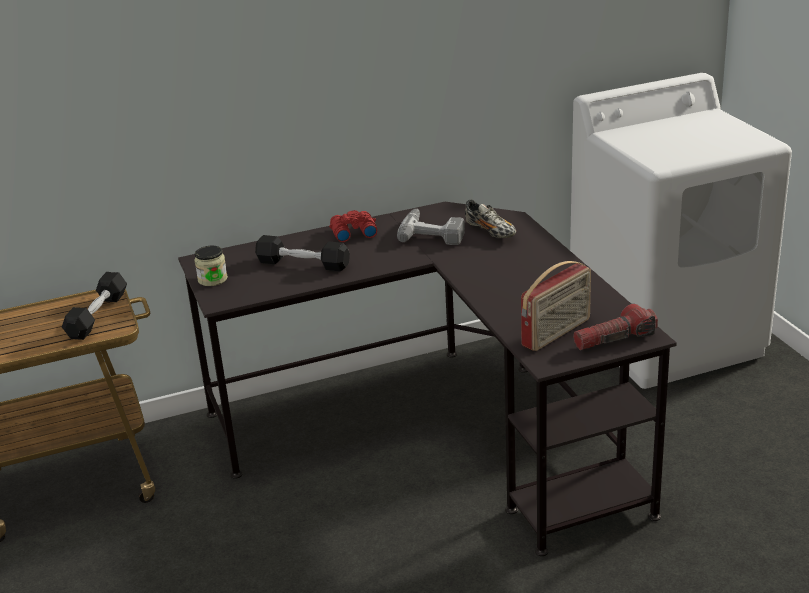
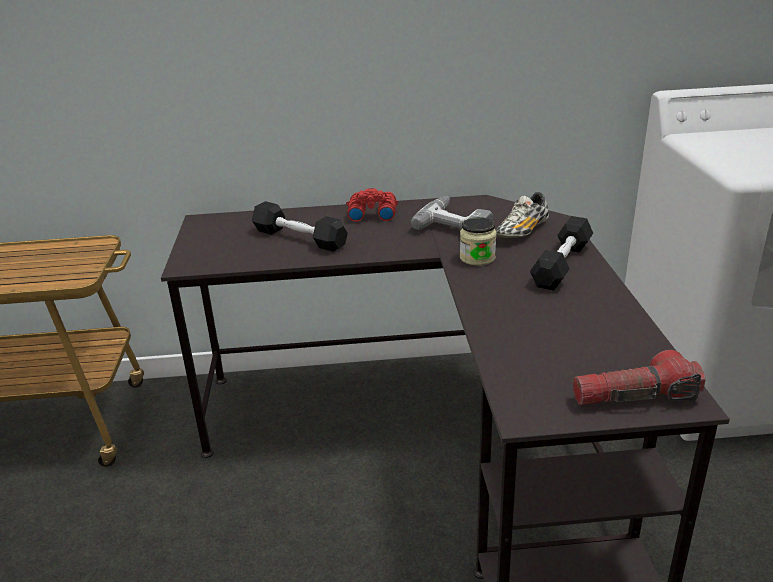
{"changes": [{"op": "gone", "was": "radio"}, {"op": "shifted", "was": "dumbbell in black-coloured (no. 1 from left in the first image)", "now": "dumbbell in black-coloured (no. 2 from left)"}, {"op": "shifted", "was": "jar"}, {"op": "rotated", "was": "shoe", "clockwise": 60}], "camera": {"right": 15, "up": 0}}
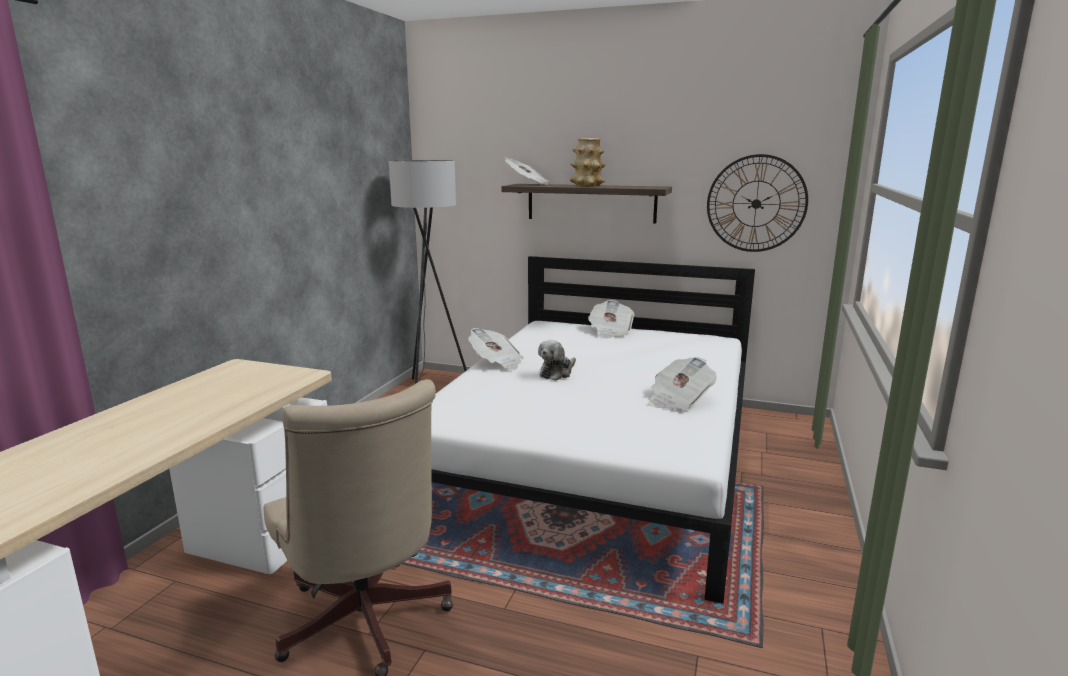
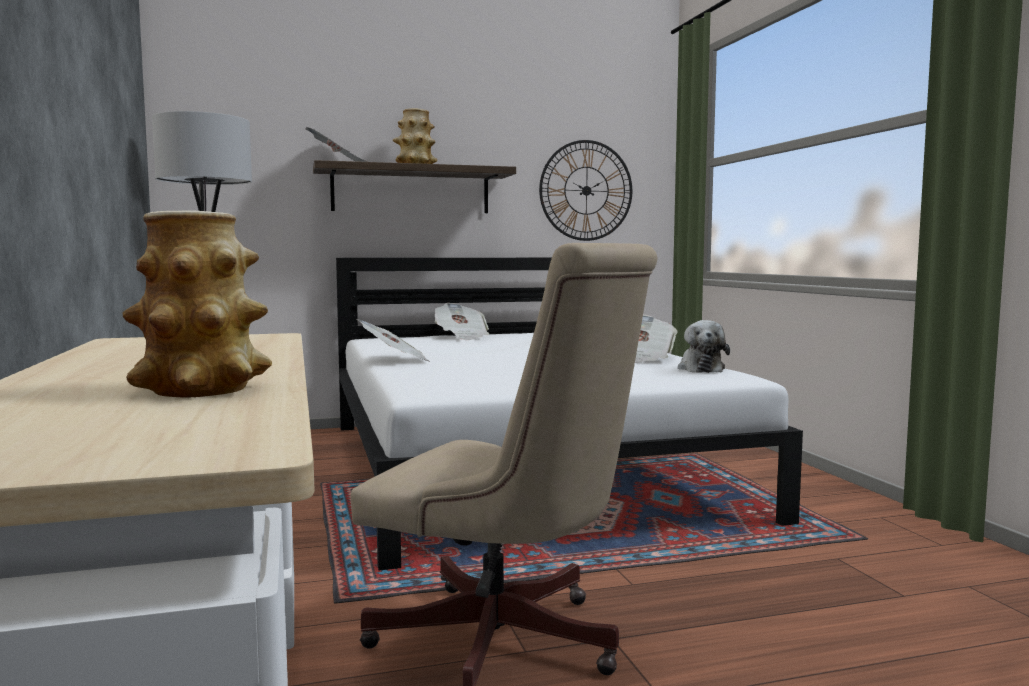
{"changes": [{"op": "new", "now": "vase (no. 1 from left)"}, {"op": "shifted", "was": "soft toy"}], "camera": {"right": -35, "up": -10}}
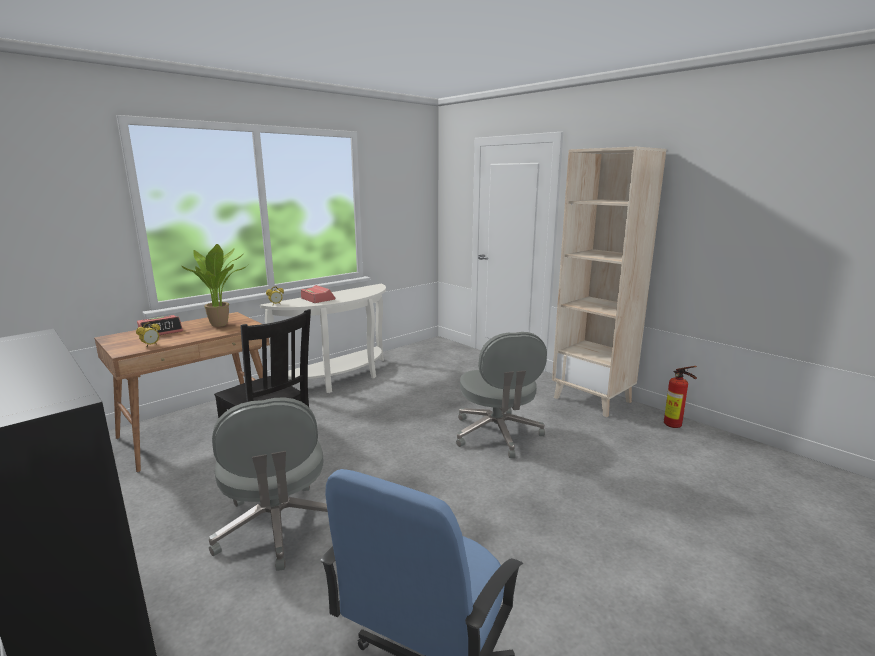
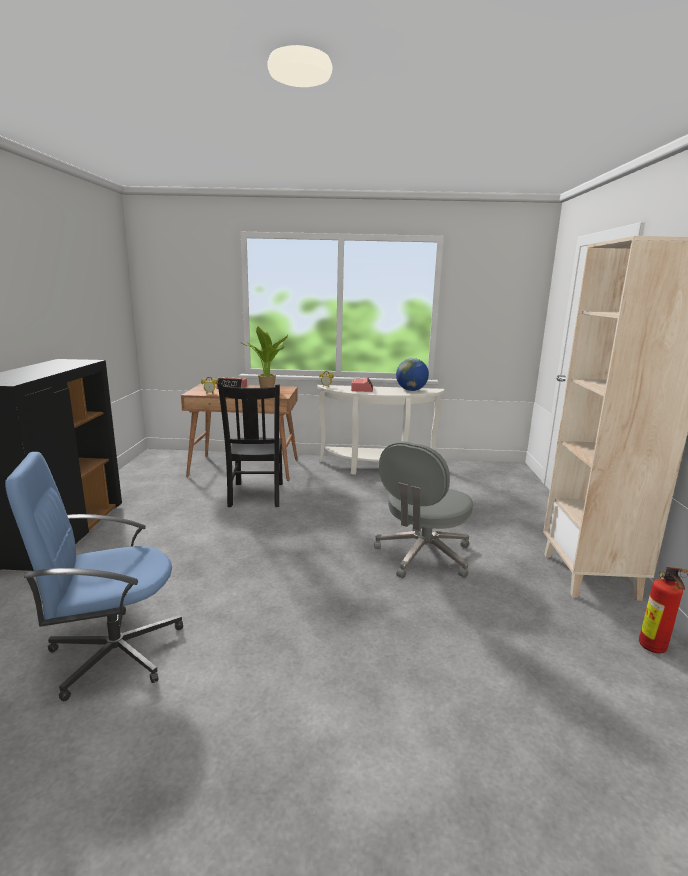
{"changes": [{"op": "gone", "was": "computer chair in gray (no. 1 from left)"}, {"op": "new", "now": "desk globe"}], "camera": {"right": 45, "up": 0}}
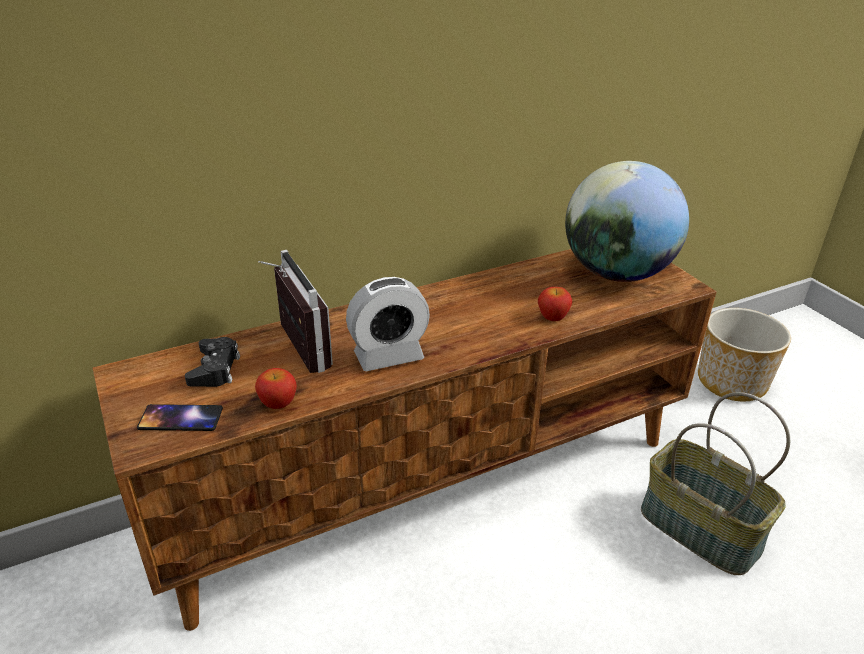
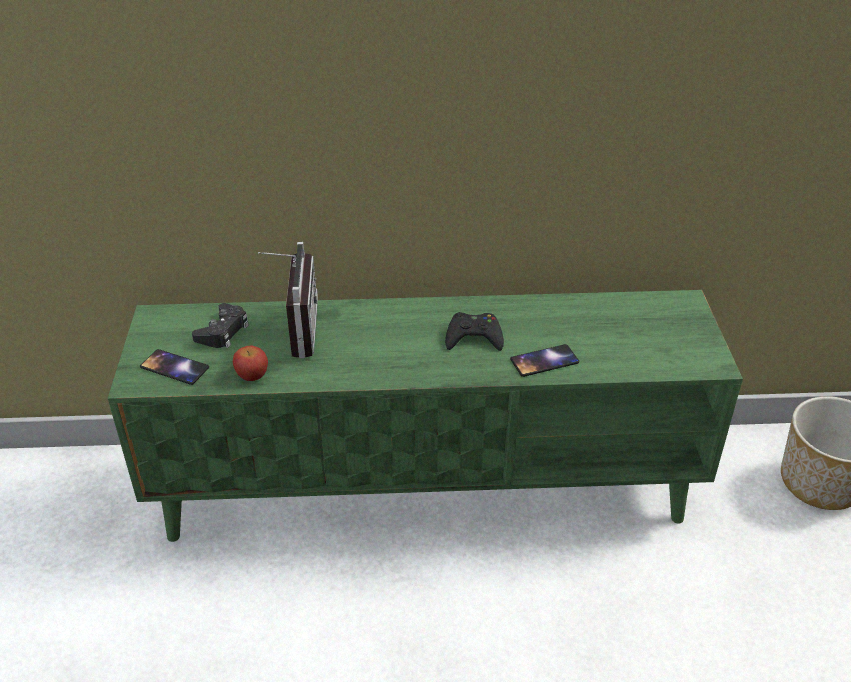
{"changes": [{"op": "gone", "was": "table clock"}, {"op": "gone", "was": "desk globe"}, {"op": "gone", "was": "storage basket"}, {"op": "new", "now": "game controller in black-coloured (no. 2 from left)"}, {"op": "swapped", "was": "apple (no. 2 from left)", "now": "phone (no. 2 from left)"}, {"op": "repainted", "was": "tv stand in brown", "now": "tv stand in greenish"}], "camera": {"right": 25, "up": 5}}
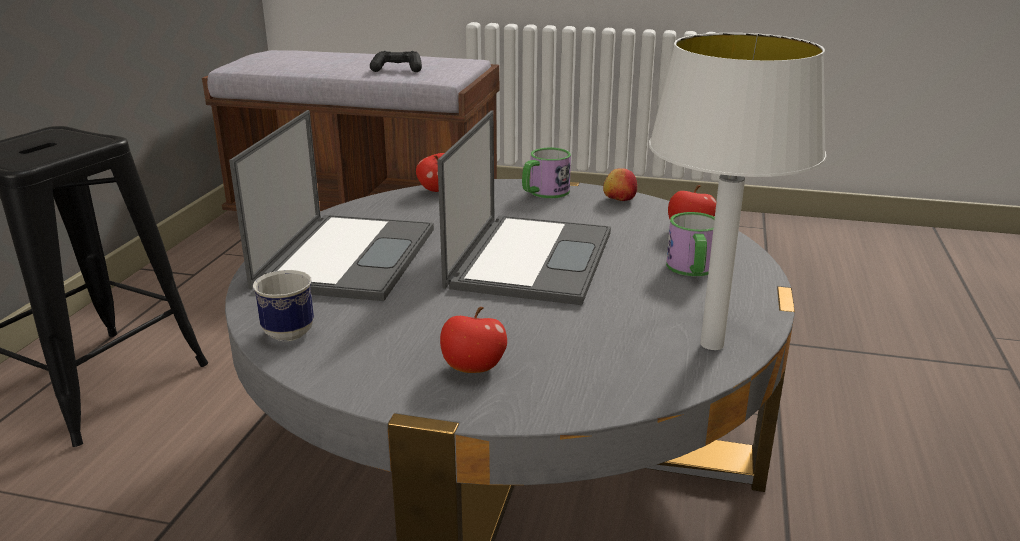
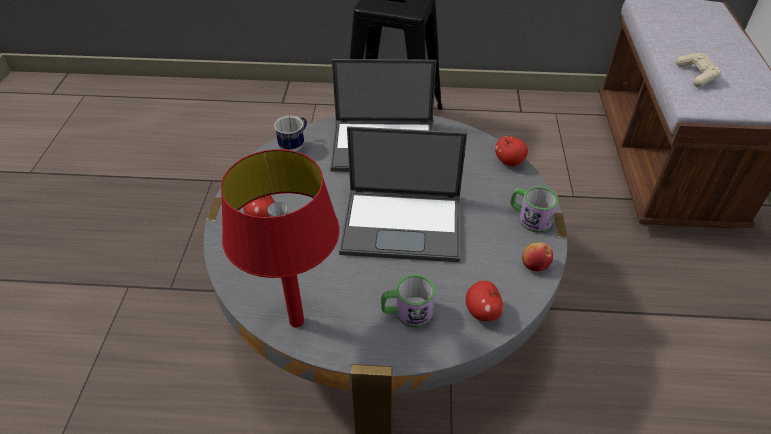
{"changes": [{"op": "repainted", "was": "game controller in black-coloured", "now": "game controller in beige"}, {"op": "repainted", "was": "tabletop lamp in white-coloured", "now": "tabletop lamp in red"}], "camera": {"right": 80, "up": 20}}
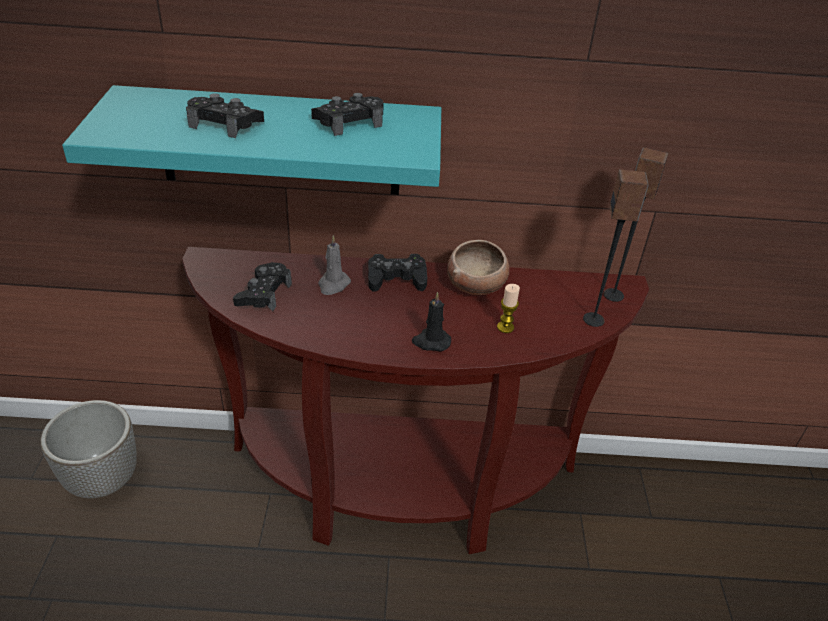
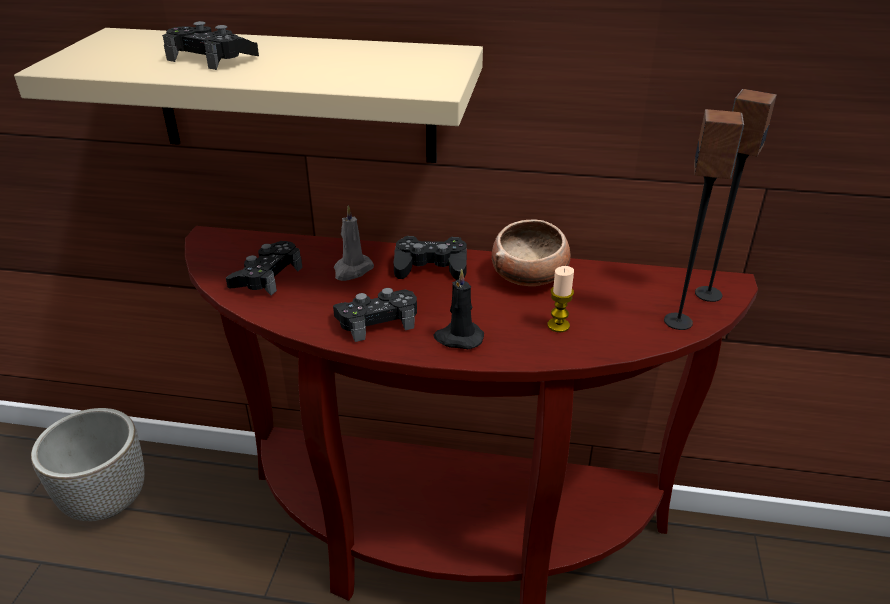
{"changes": [{"op": "shifted", "was": "game controller in black-coloured (no. 3 from left)"}, {"op": "repainted", "was": "shelf in turquoise", "now": "shelf in beige"}], "camera": {"right": 10, "up": -5}}
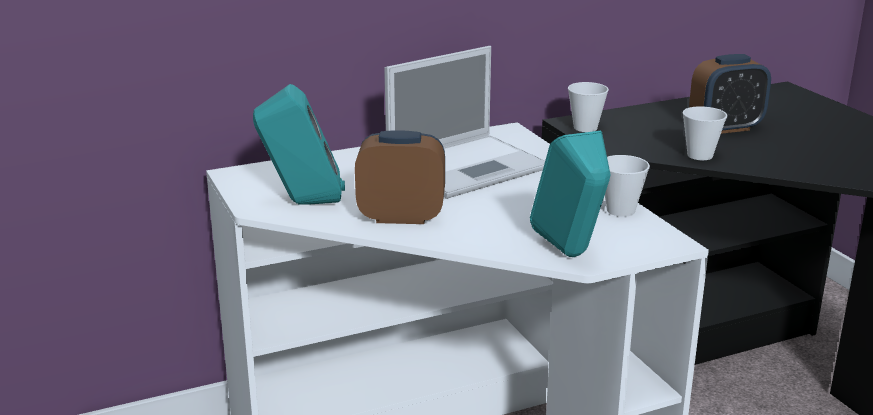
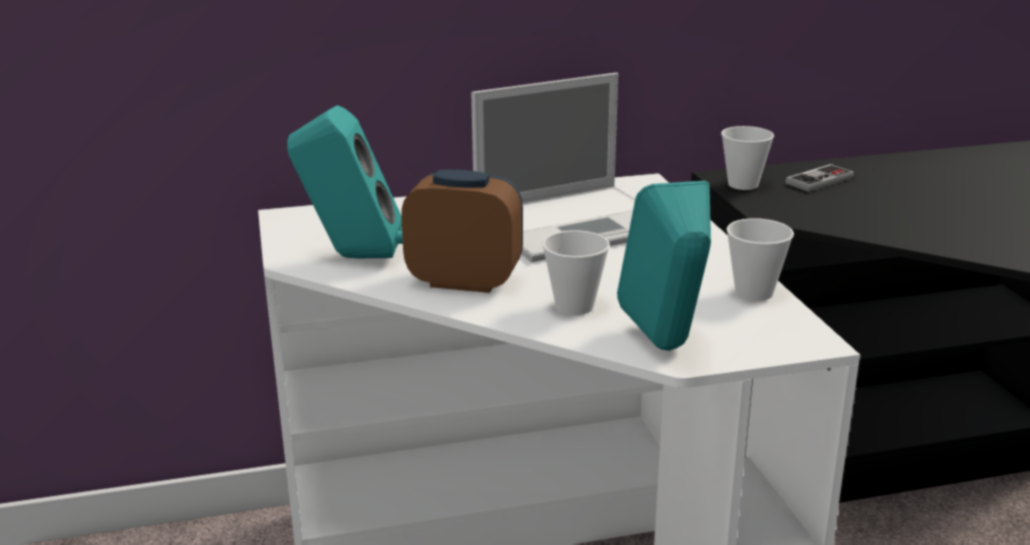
{"changes": [{"op": "gone", "was": "table clock (no. 2 from left)"}, {"op": "new", "now": "game controller"}, {"op": "shifted", "was": "drinking cup (no. 3 from left in the first image)", "now": "drinking cup (no. 1 from left)"}], "camera": {"right": 10, "up": 0}}
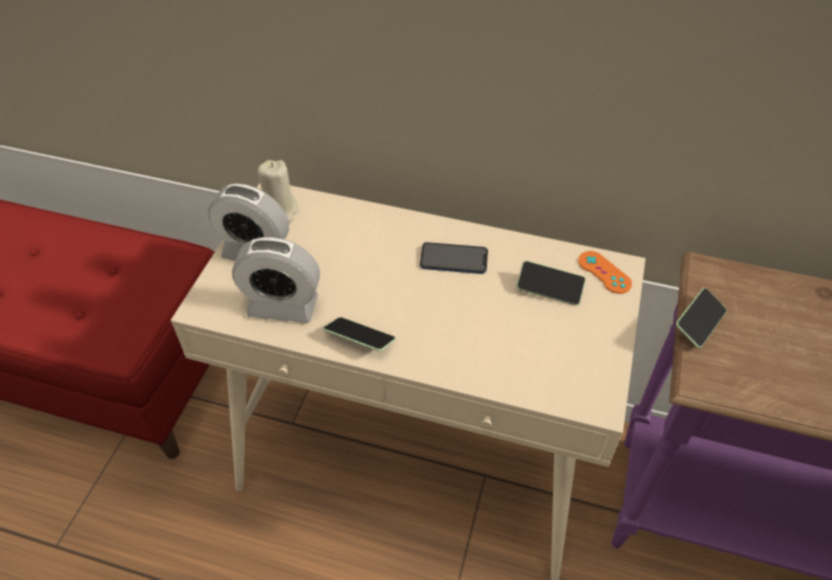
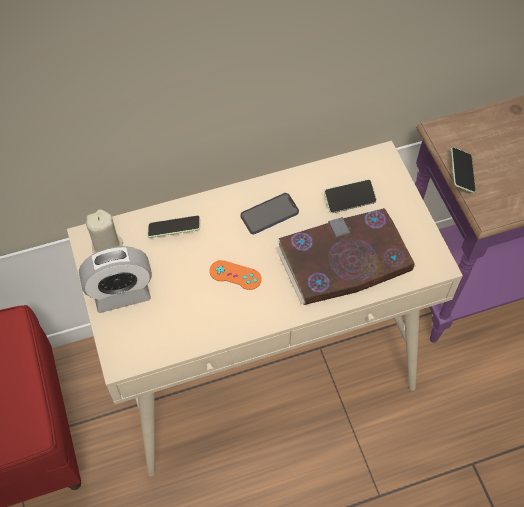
{"changes": [{"op": "gone", "was": "table clock (no. 2 from left)"}, {"op": "new", "now": "volume"}, {"op": "shifted", "was": "phone (no. 1 from left)"}, {"op": "shifted", "was": "game controller in orange-coloured"}], "camera": {"right": -35, "up": 10}}
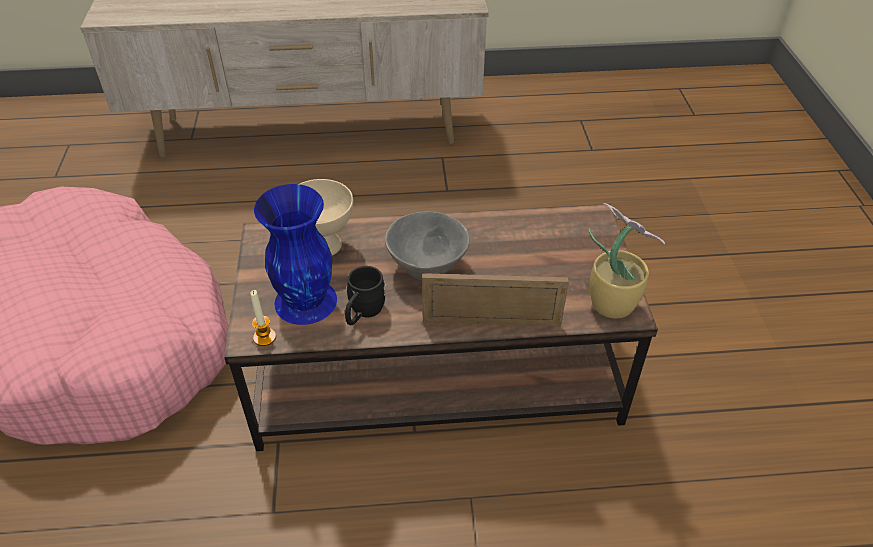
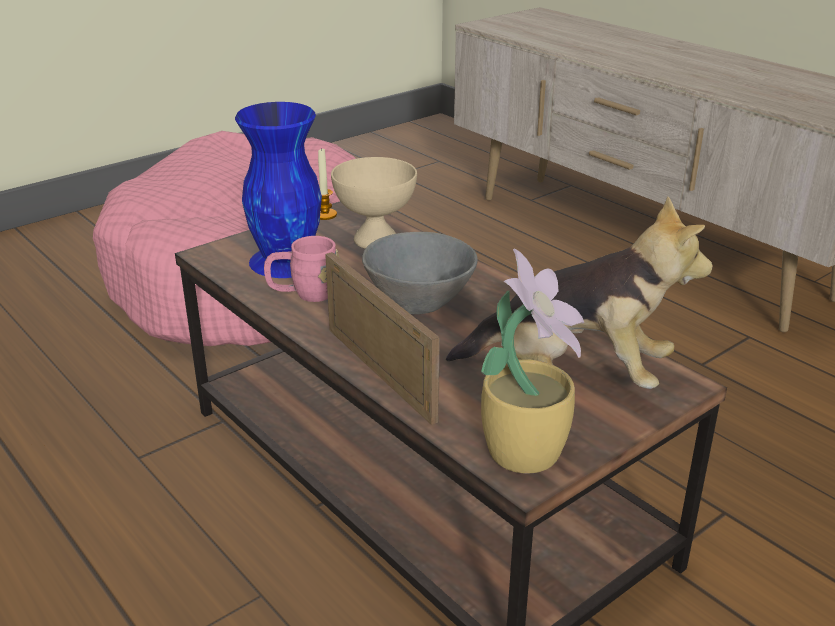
{"changes": [{"op": "new", "now": "soft toy"}, {"op": "shifted", "was": "wax candle"}, {"op": "repainted", "was": "mug in black-coloured", "now": "mug in pink-coloured"}], "camera": {"right": 55, "up": -15}}
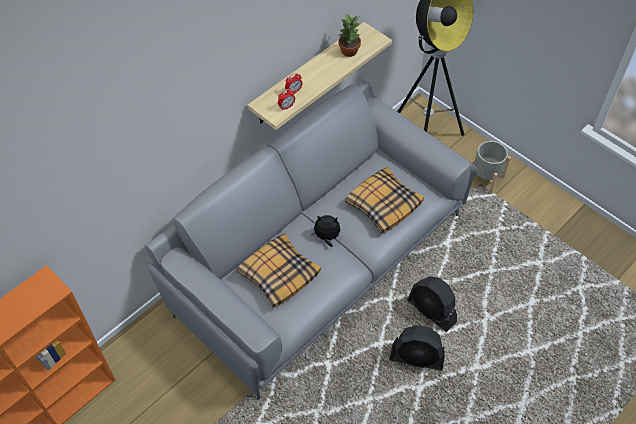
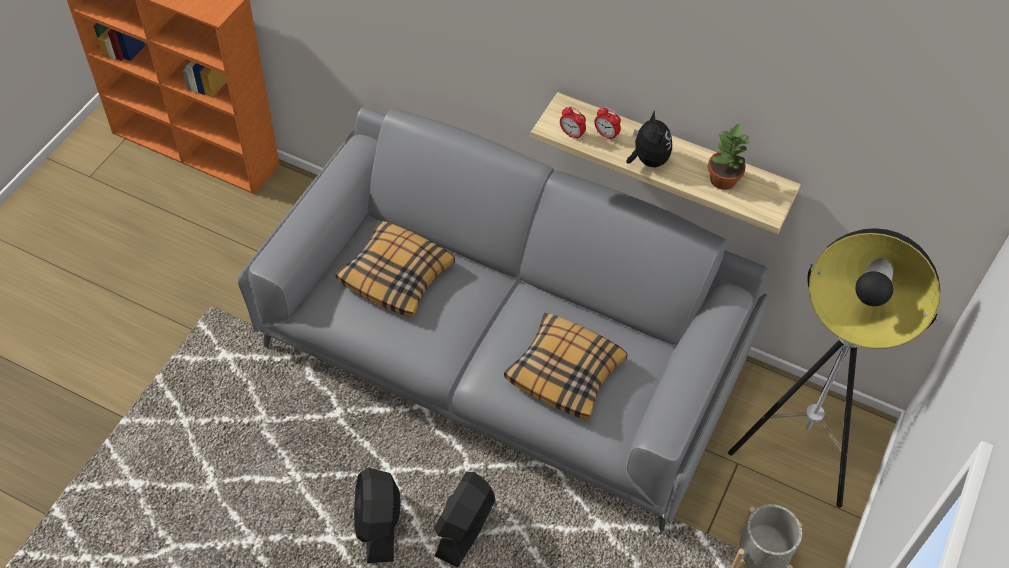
{"changes": [{"op": "shifted", "was": "soft toy"}], "camera": {"right": 70, "up": 0}}
